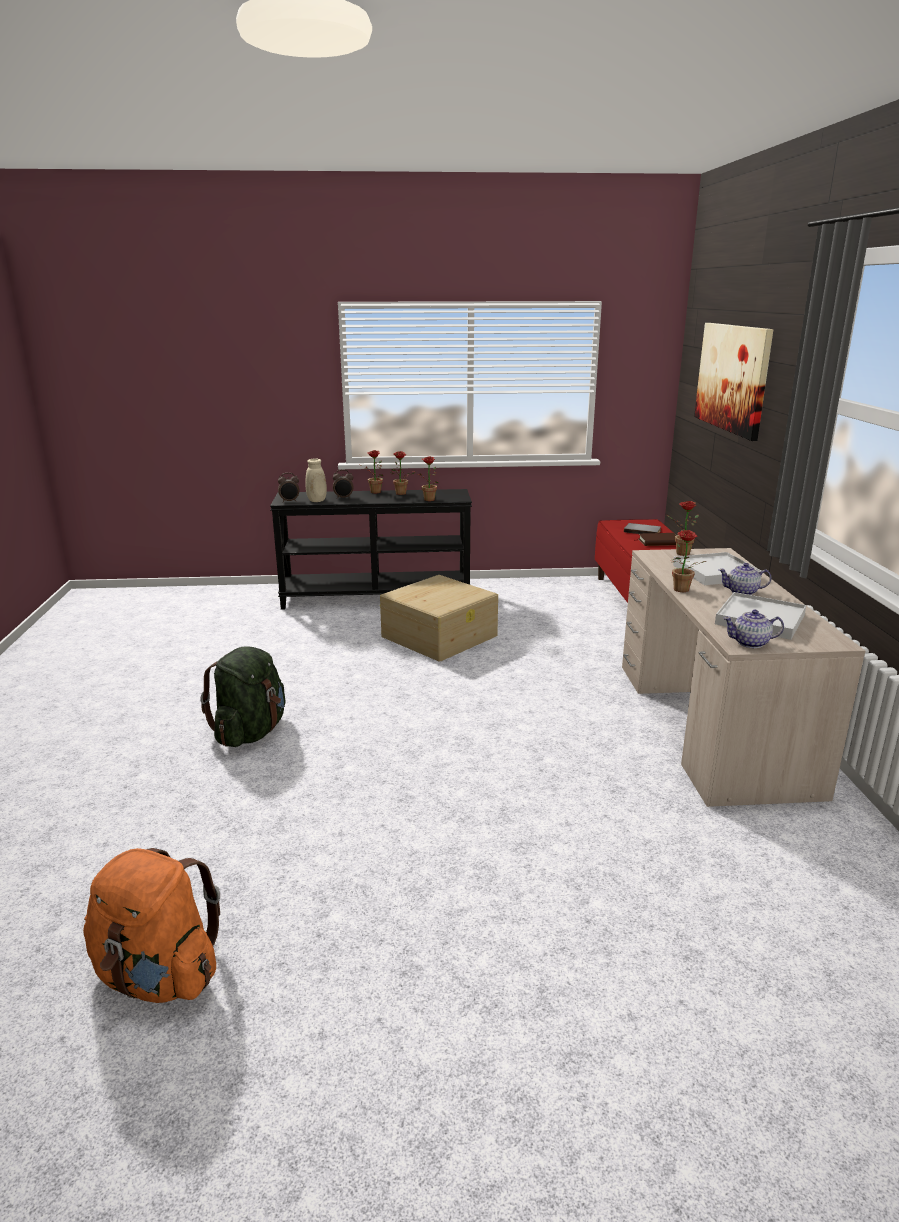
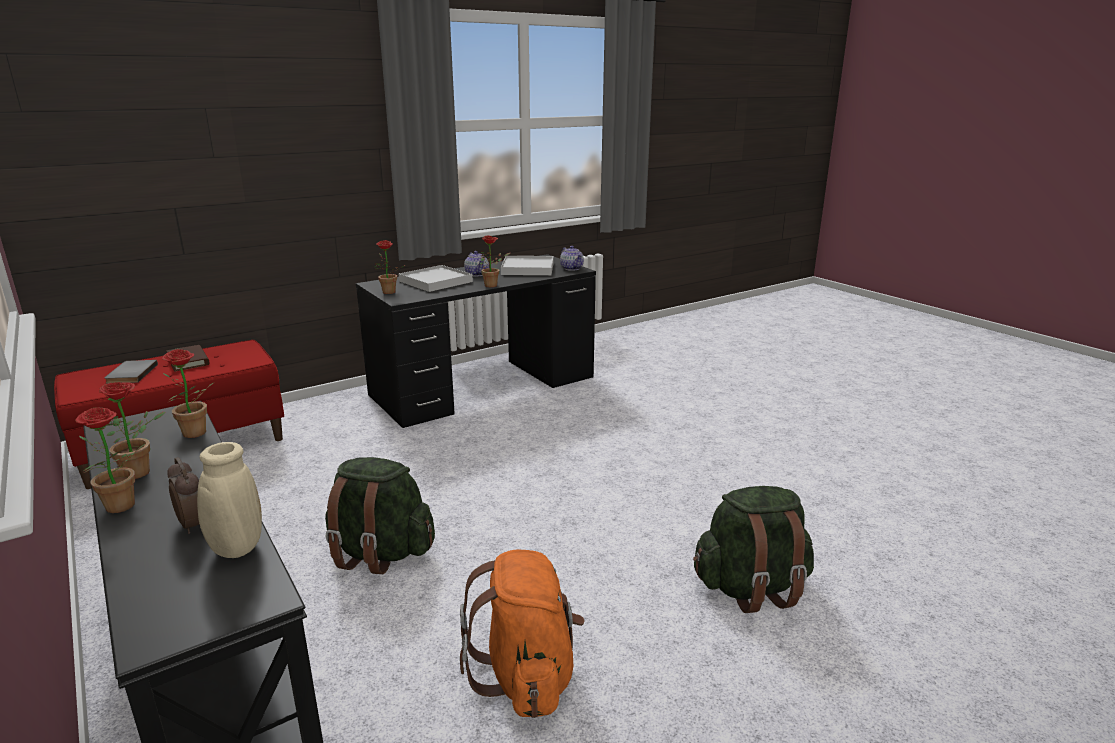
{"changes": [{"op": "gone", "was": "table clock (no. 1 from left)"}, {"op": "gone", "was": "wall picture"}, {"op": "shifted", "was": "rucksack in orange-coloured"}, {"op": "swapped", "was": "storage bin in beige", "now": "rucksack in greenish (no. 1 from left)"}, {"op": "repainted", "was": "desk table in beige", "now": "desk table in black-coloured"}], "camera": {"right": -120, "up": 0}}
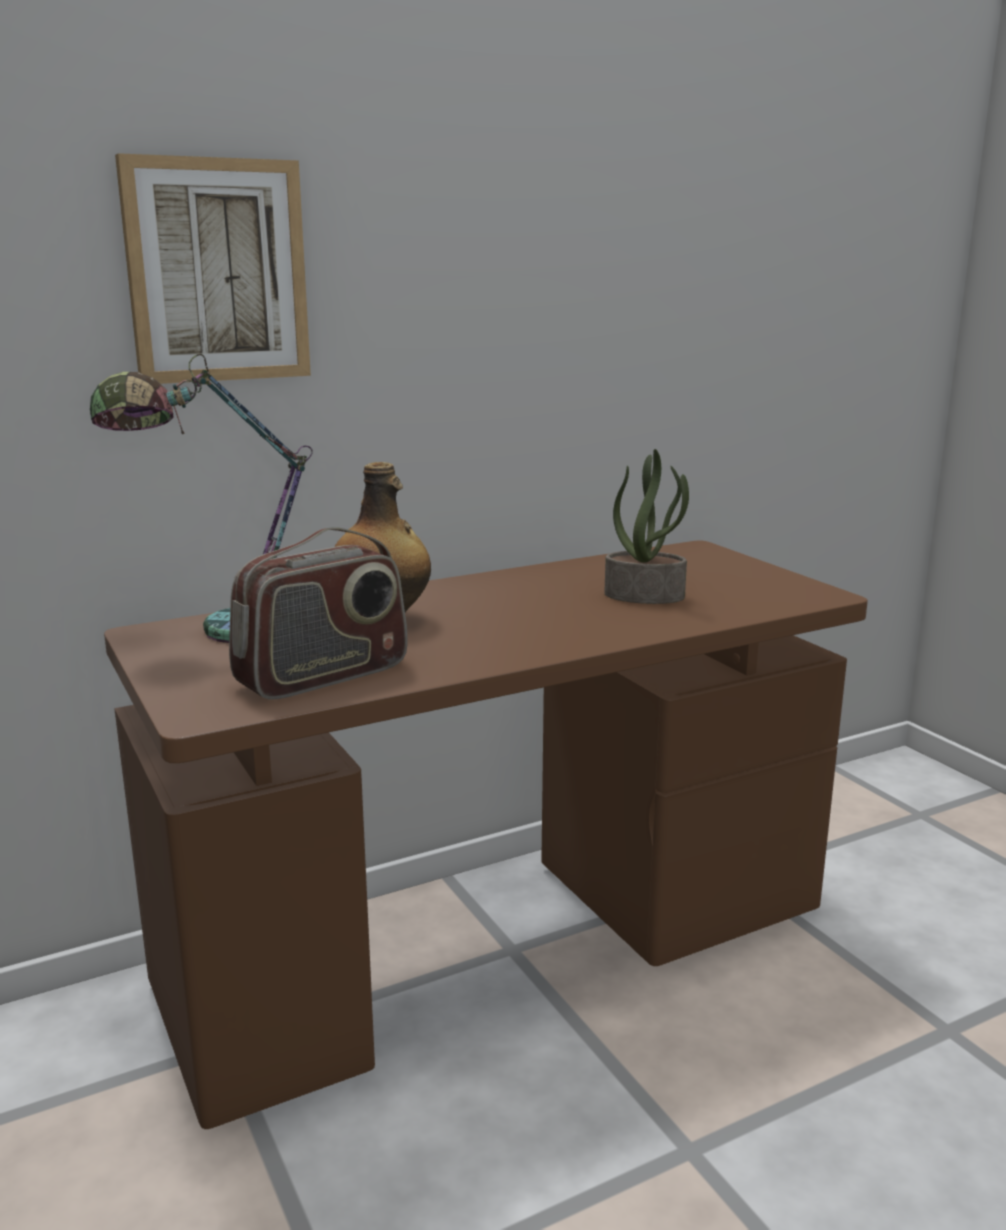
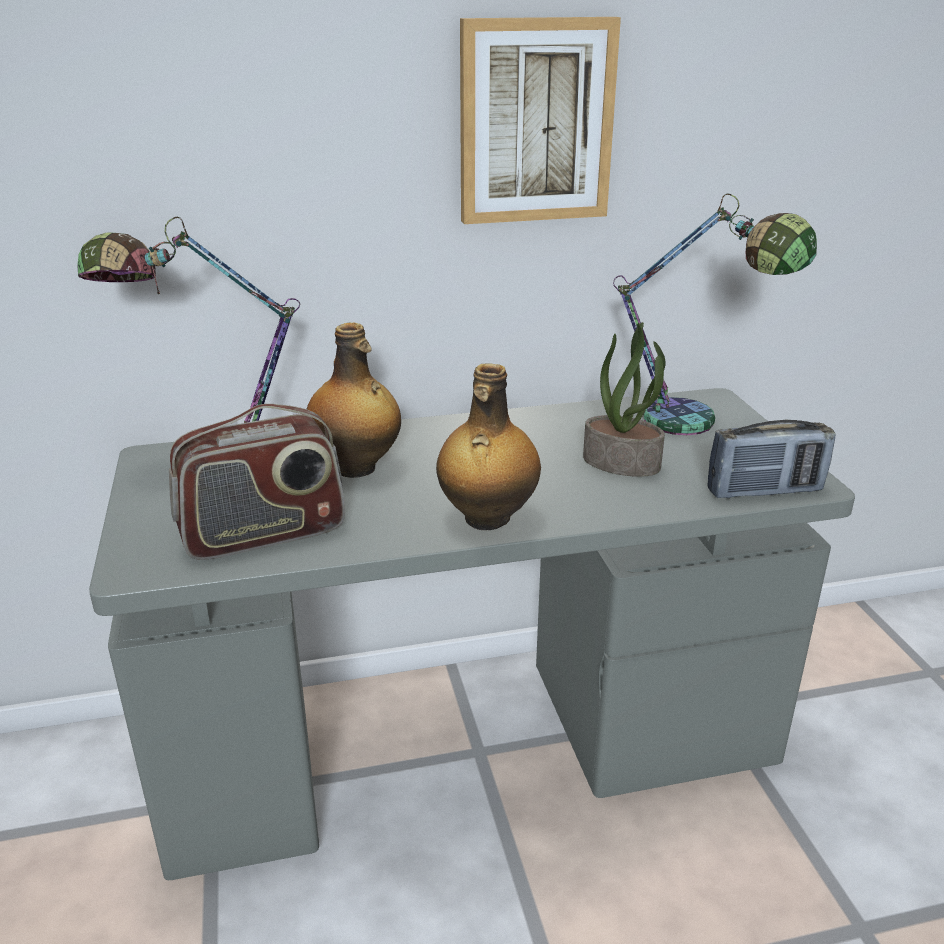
{"changes": [{"op": "new", "now": "beverage bottle (no. 2 from left)"}, {"op": "new", "now": "tabletop lamp (no. 2 from left)"}, {"op": "new", "now": "radio (no. 2 from left)"}, {"op": "shifted", "was": "wall picture"}, {"op": "repainted", "was": "desk table in brown", "now": "desk table in gray"}], "camera": {"right": 15, "up": 10}}
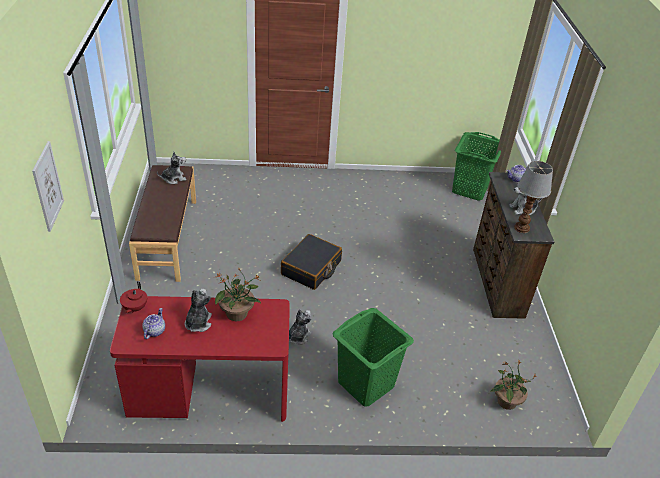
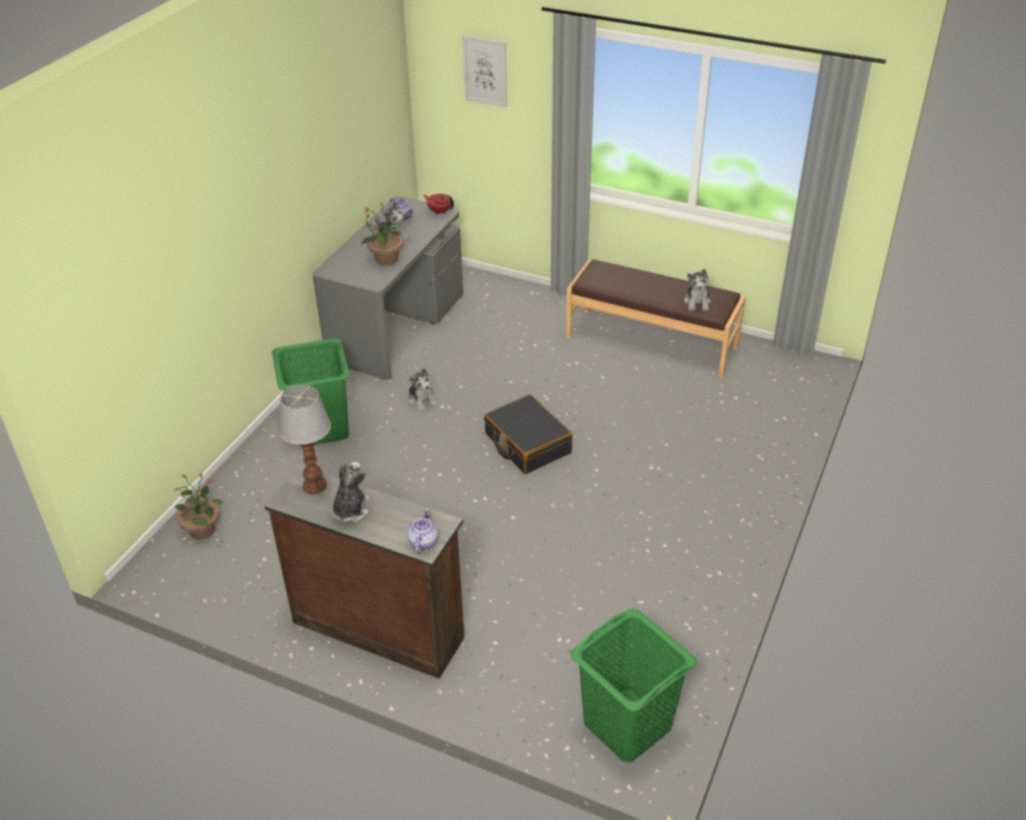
{"changes": [{"op": "repainted", "was": "desk table in red", "now": "desk table in gray"}], "camera": {"right": 120, "up": 0}}
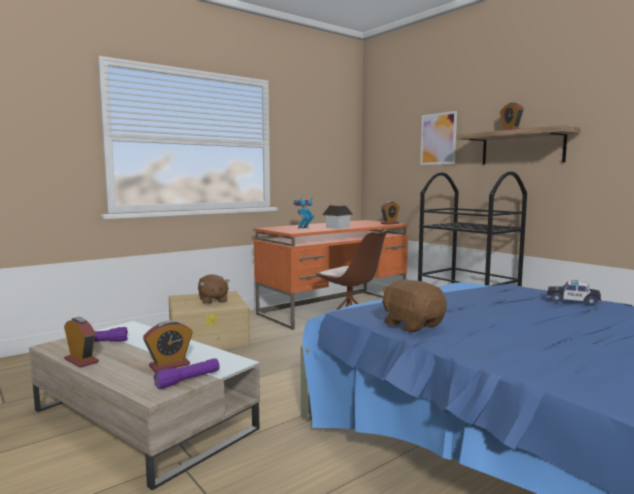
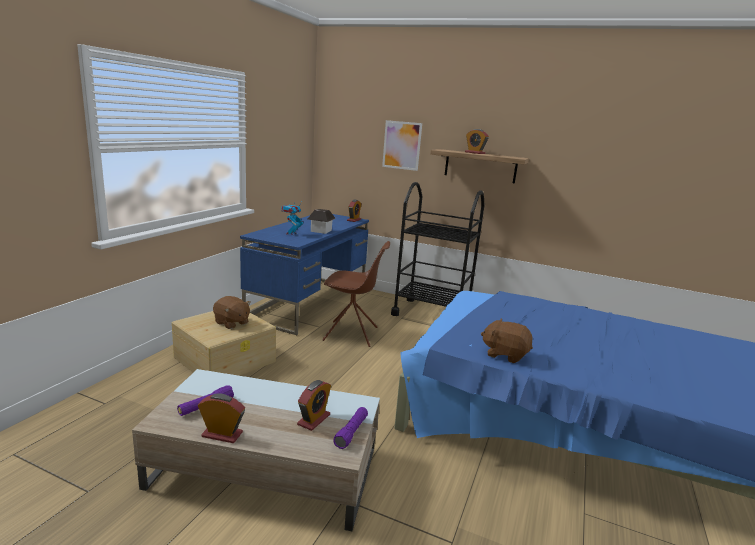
{"changes": [{"op": "gone", "was": "miniature car"}, {"op": "repainted", "was": "desk table in orange-coloured", "now": "desk table in blue-coloured"}], "camera": {"right": -30, "up": 10}}
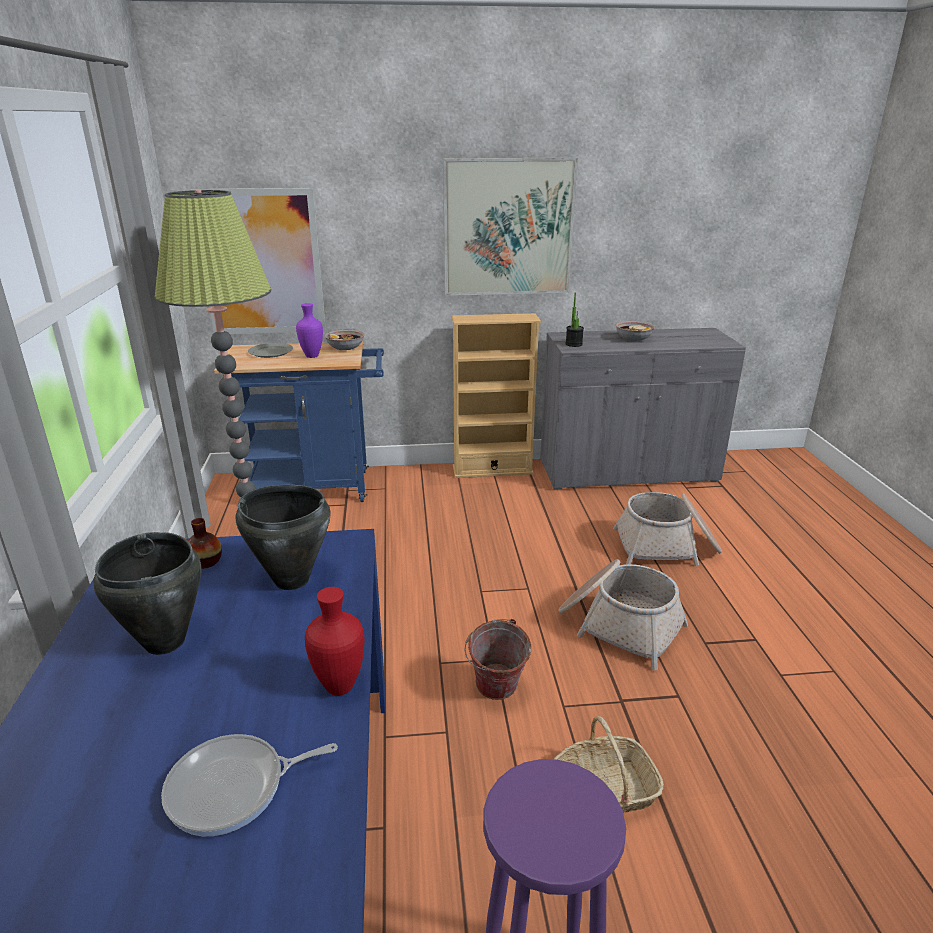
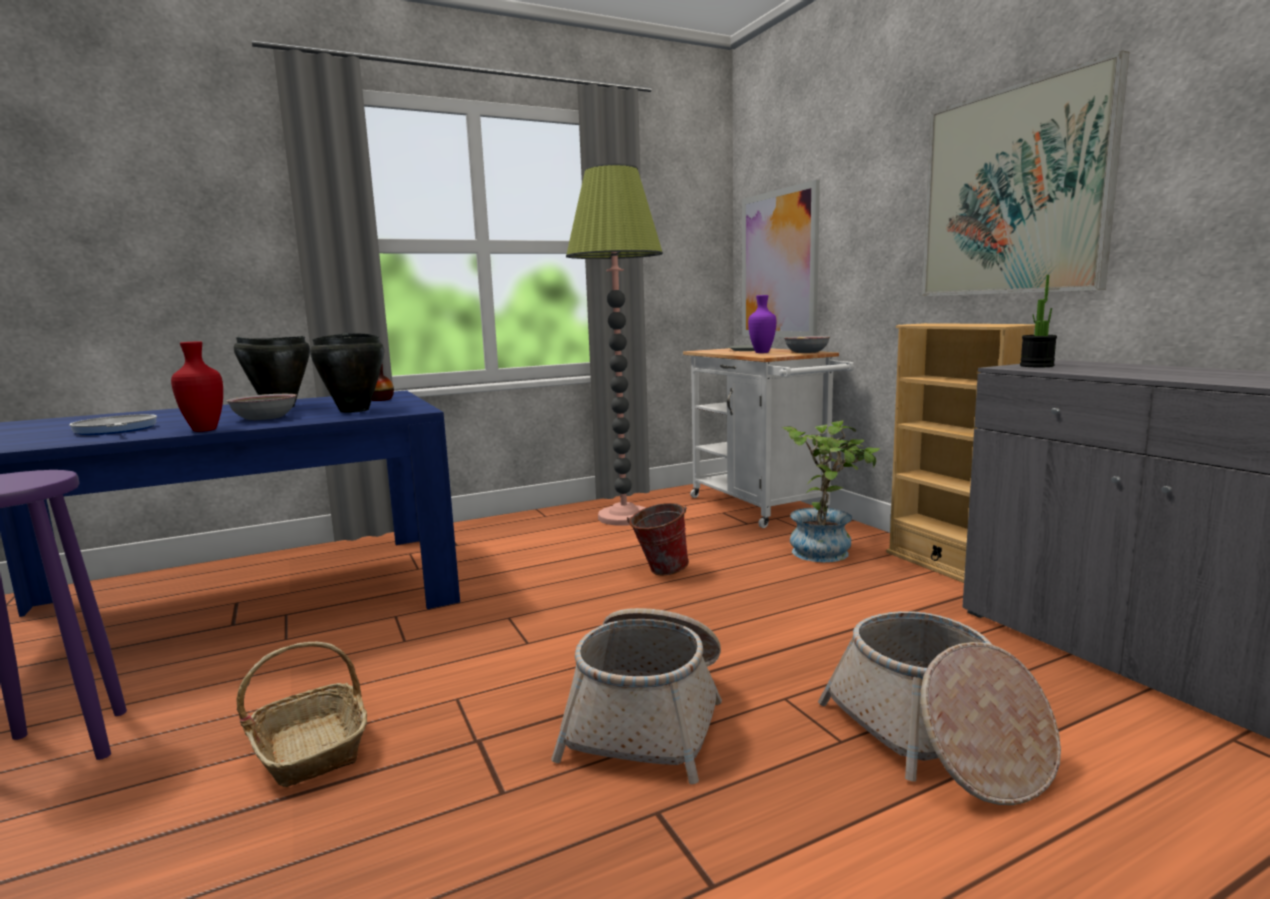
{"changes": [{"op": "new", "now": "potted plant (no. 1 from left)"}, {"op": "shifted", "was": "water bucket"}, {"op": "shifted", "was": "deep dish (no. 2 from left in the first image)", "now": "deep dish (no. 1 from left)"}, {"op": "repainted", "was": "wheeled cart in blue-coloured", "now": "wheeled cart in white-coloured"}], "camera": {"right": 70, "up": -15}}
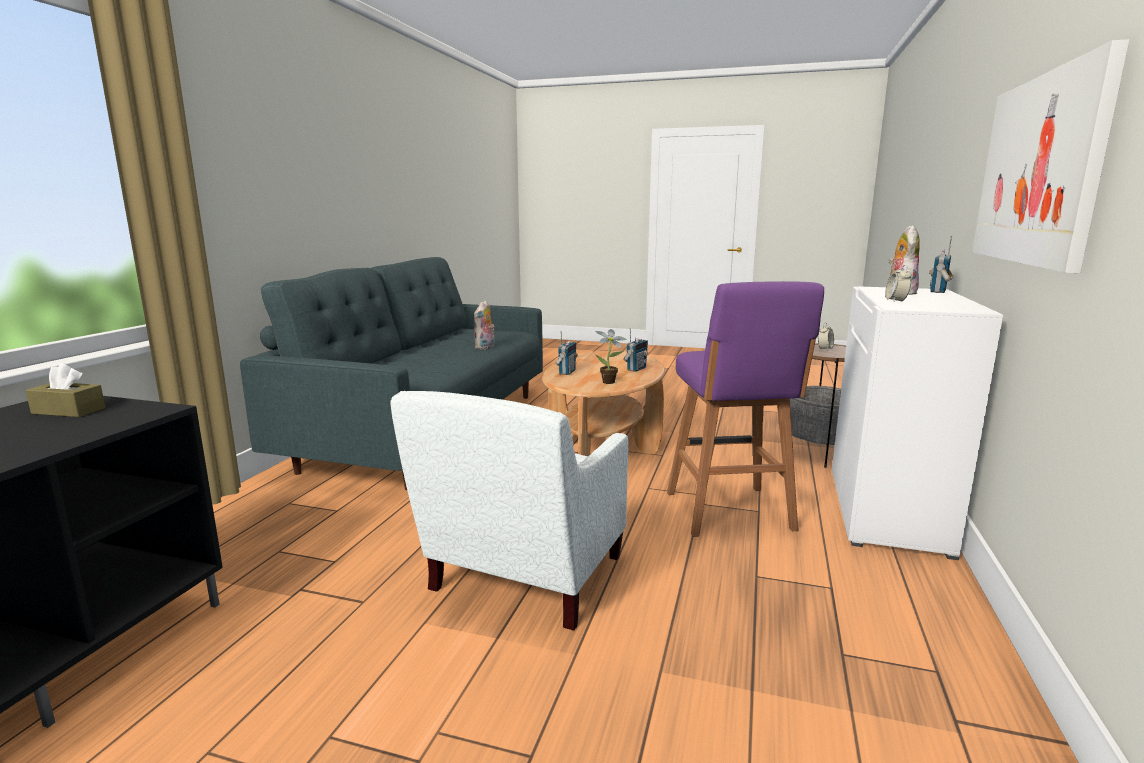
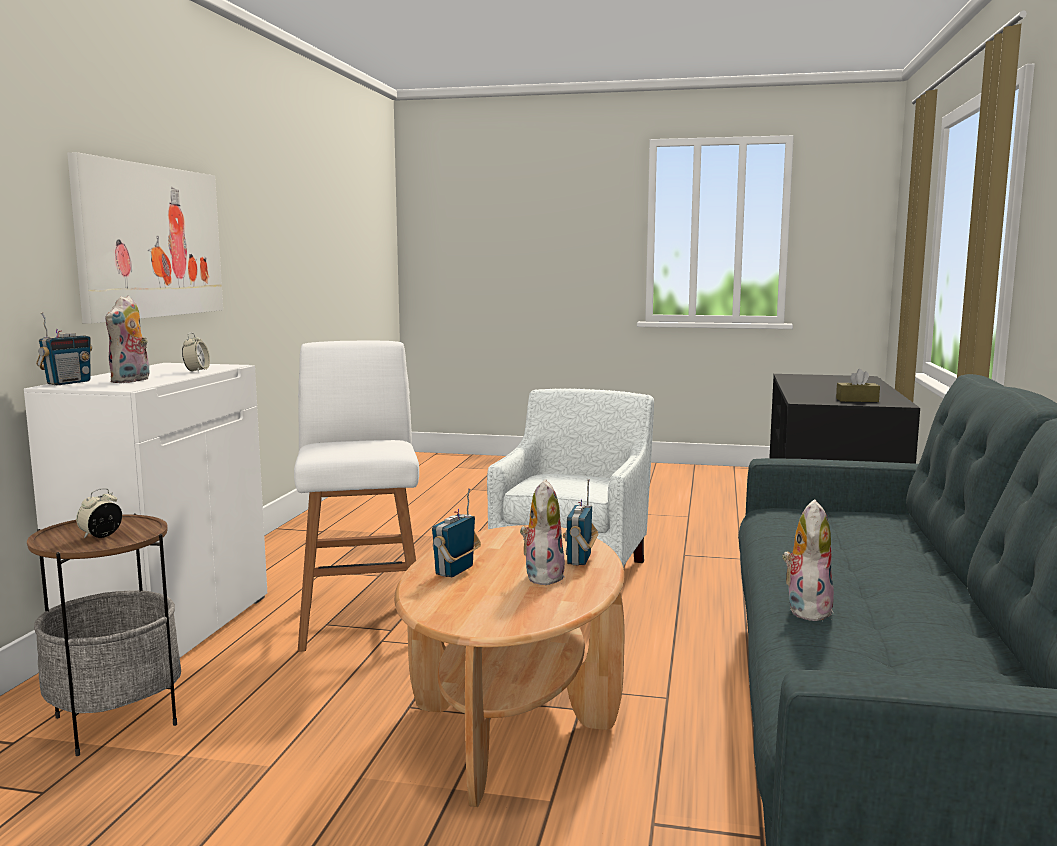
{"changes": [{"op": "gone", "was": "potted plant"}, {"op": "new", "now": "soft toy (no. 2 from left)"}, {"op": "repainted", "was": "stool seat in purple", "now": "stool seat in white-coloured"}], "camera": {"right": 175, "up": -5}}
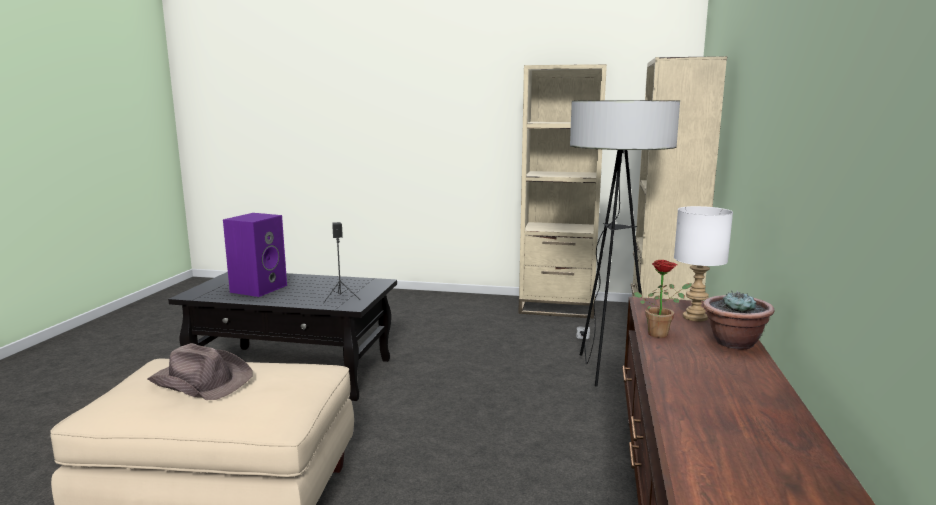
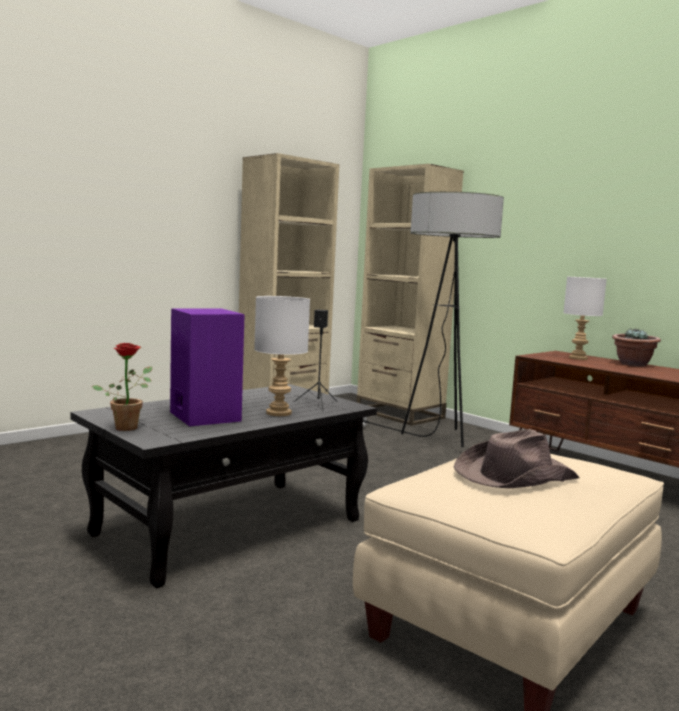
{"changes": [{"op": "new", "now": "tabletop lamp in white-coloured (no. 1 from left)"}, {"op": "shifted", "was": "potted plant (no. 1 from left)"}], "camera": {"right": -55, "up": -5}}
